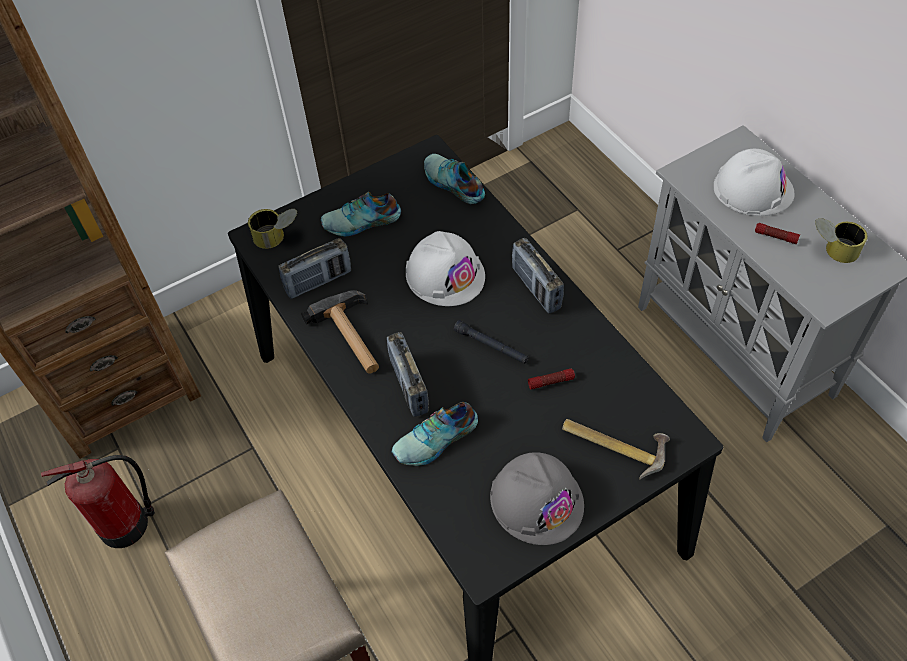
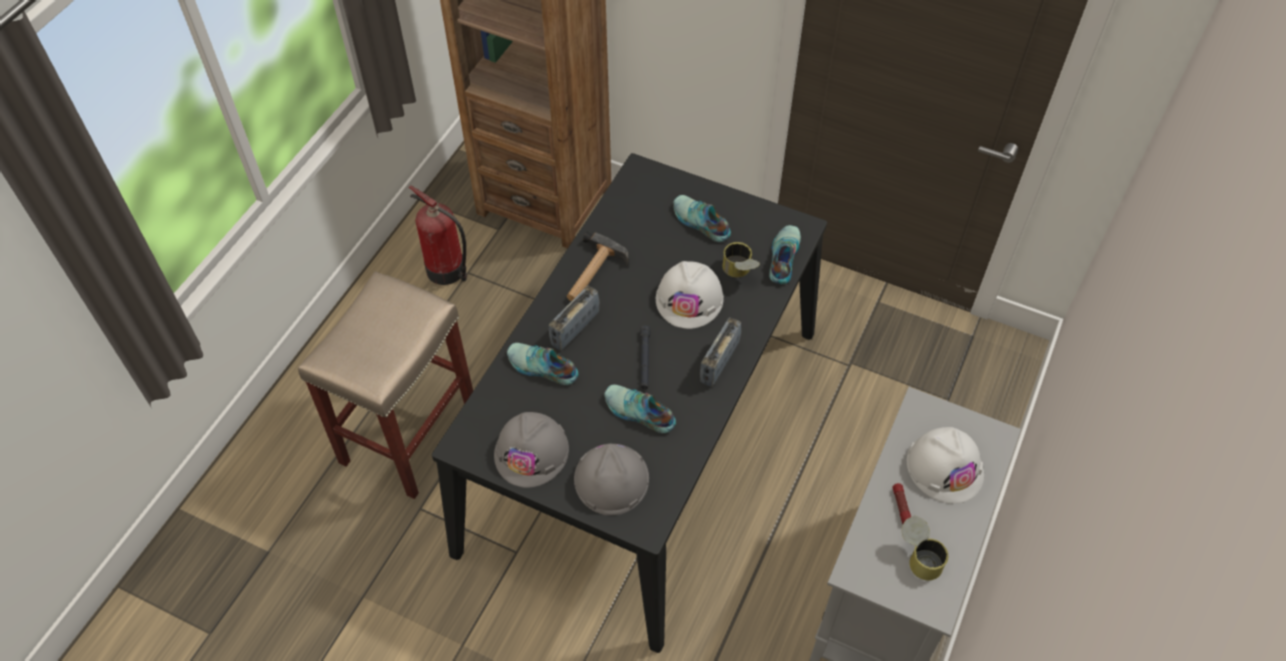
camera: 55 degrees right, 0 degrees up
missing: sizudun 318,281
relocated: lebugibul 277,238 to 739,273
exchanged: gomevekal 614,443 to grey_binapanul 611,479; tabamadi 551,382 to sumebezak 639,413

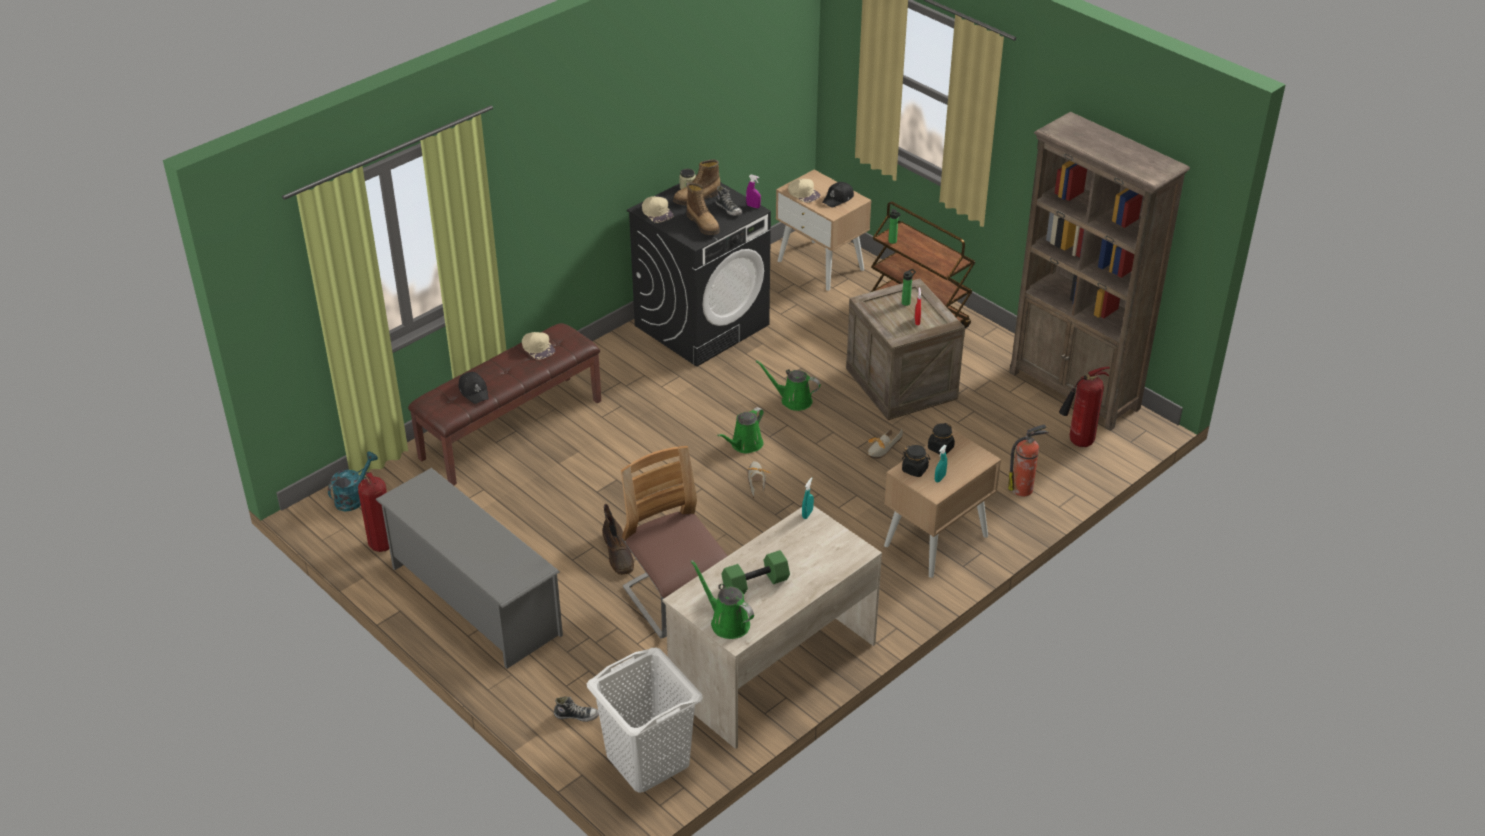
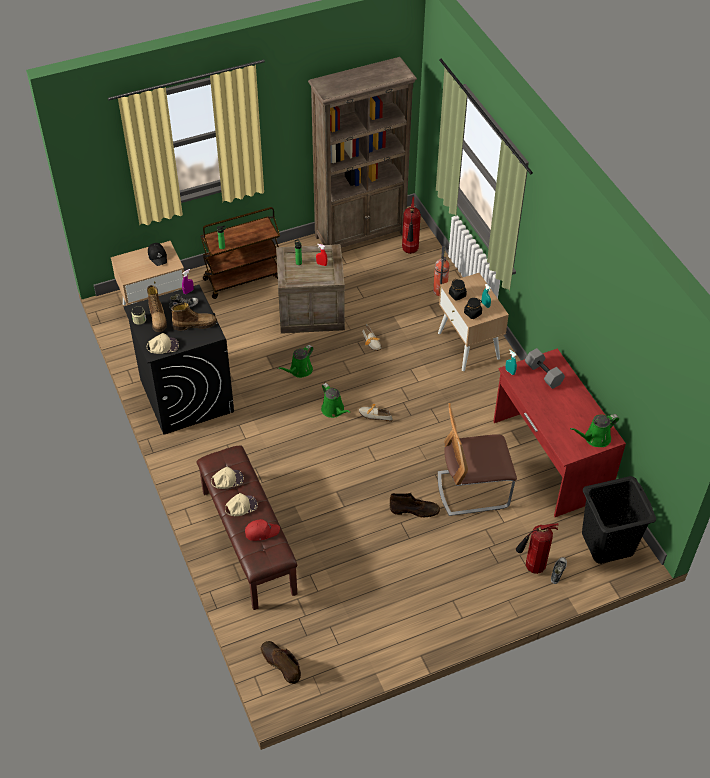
camera: 70 degrees left, 10 degrees up
missing: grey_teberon 474,600; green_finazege 755,585
appeared: grey_finazege 542,374
relocated: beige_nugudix 803,193 to 241,506; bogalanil 380,543 to 532,568
exchanged: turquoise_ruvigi 353,497 to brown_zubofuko 280,663
colour: black_nugudix 474,391 to red_nugudix 261,532; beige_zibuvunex 772,667 to red_zibuvunex 549,458; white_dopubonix 648,759 to black_dopubonix 607,543

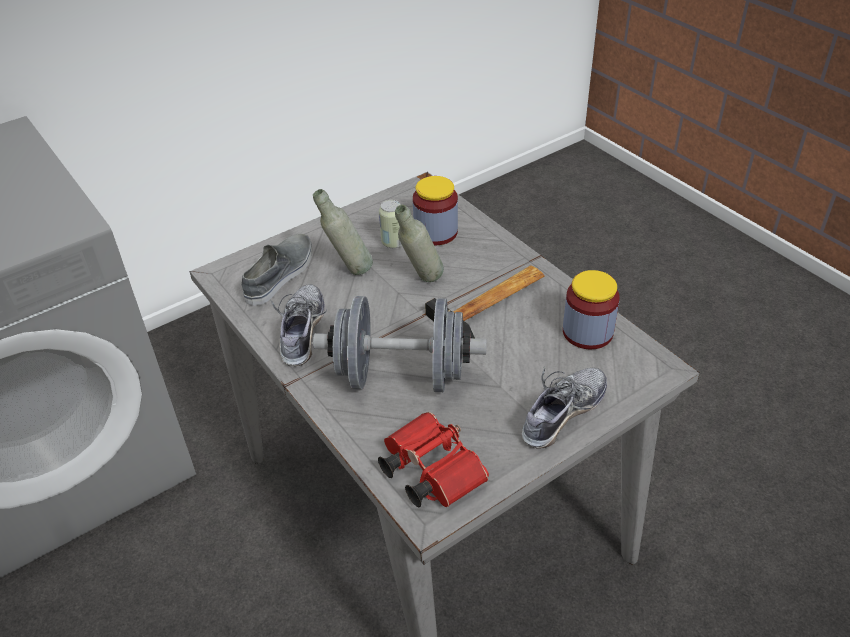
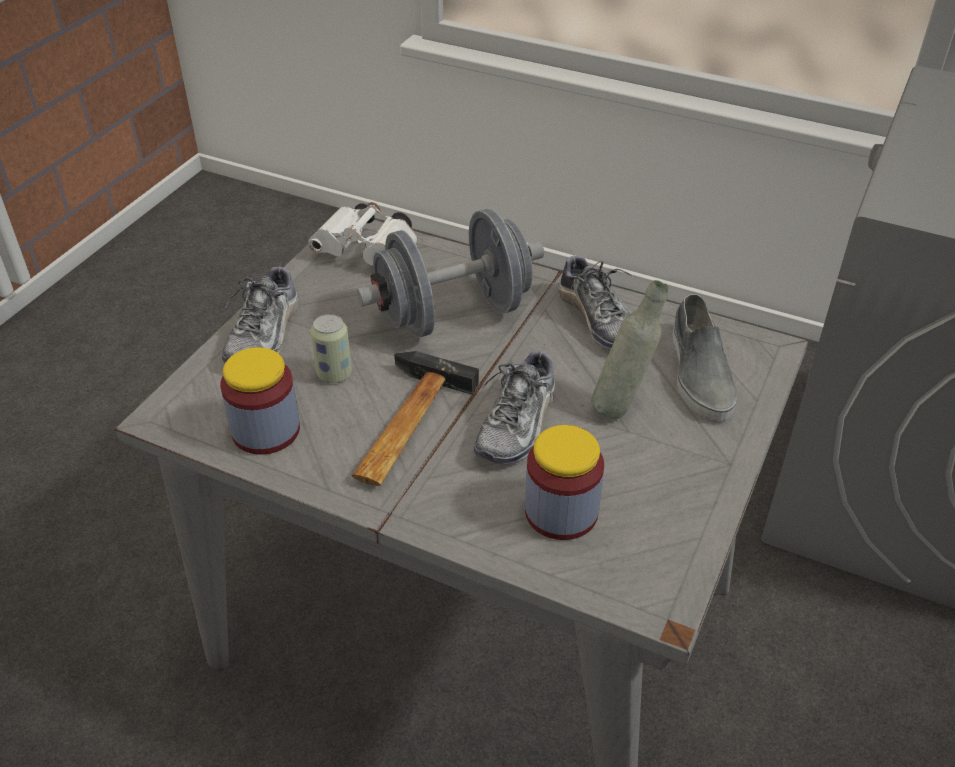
camera: 150 degrees right, 0 degrees up
relocated: lebugibul 393,243 to 334,374
exchanged: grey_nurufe 421,282 to sumebezak 517,424
colour: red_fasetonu 428,471 to white_fasetonu 370,253

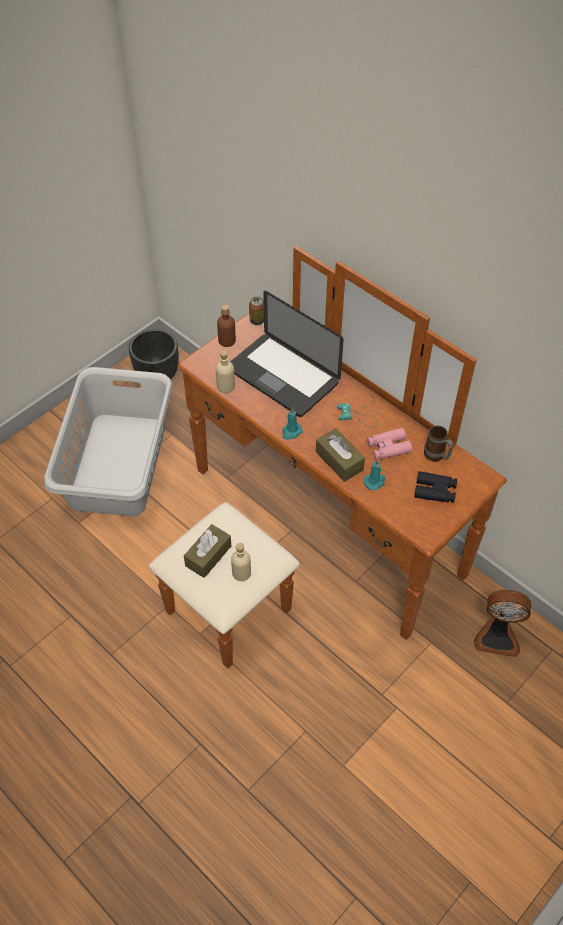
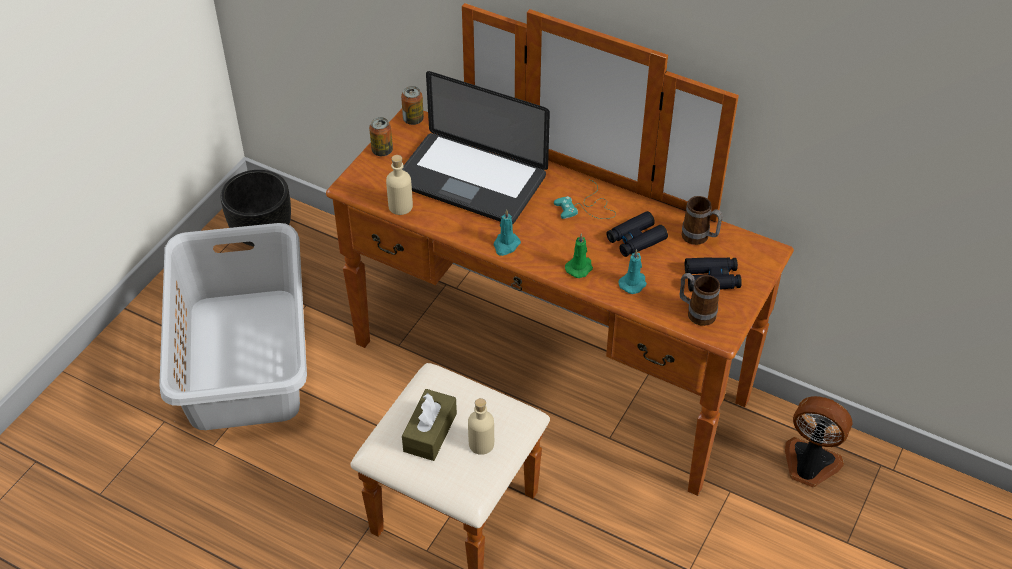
camera: 15 degrees left, 5 degrees down
appeared: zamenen 696,313
exchanged: brown_nurufe 227,341 to lebugibul 382,151; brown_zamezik 339,461 to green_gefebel 579,267
colour: pink_fasetonu 388,447 to black_fasetonu 635,240
spun: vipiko 497,636 = 809,465 150 degrees counterclockwise

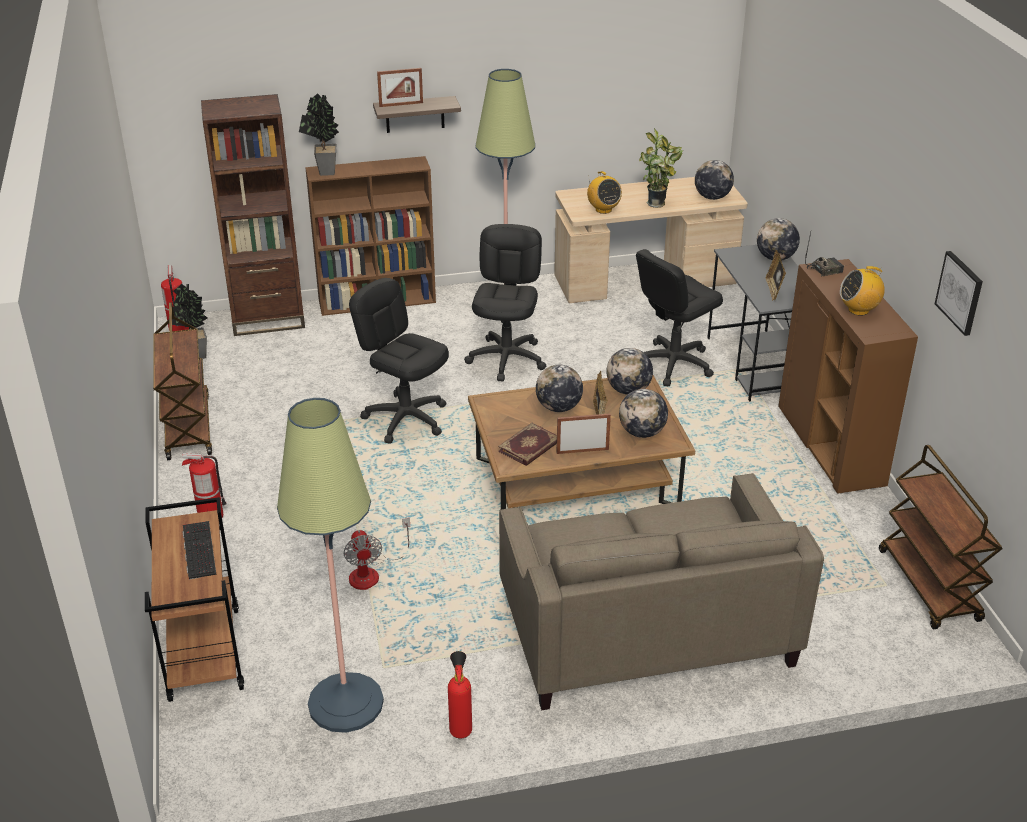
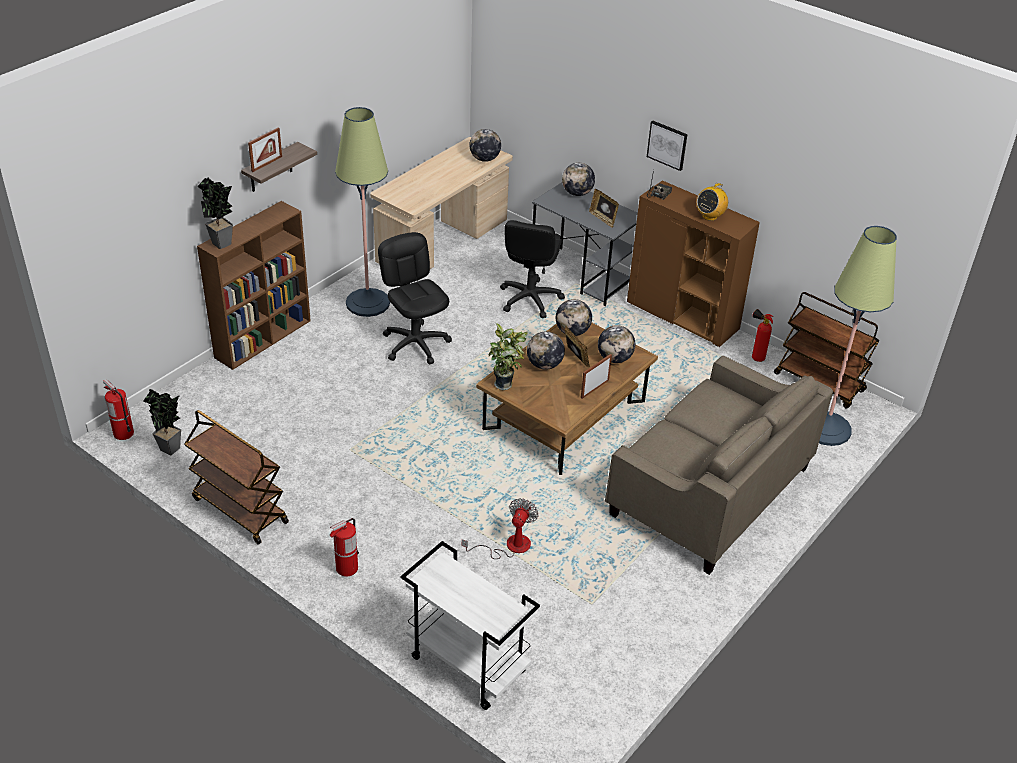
camera: 40 degrees left, 5 degrees up
missing: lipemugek 198,549; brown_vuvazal 268,319; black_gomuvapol 406,418; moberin 530,447; sizudun 603,209
relocated: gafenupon 658,204 to 505,384; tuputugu 960,292 to 667,145; bogalanil 460,727 to 755,357; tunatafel 346,703 to 826,429
colour: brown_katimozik 203,653 to white_katimozik 466,664
spun: vipiko 372,572 = 509,546 105 degrees counterclockwise

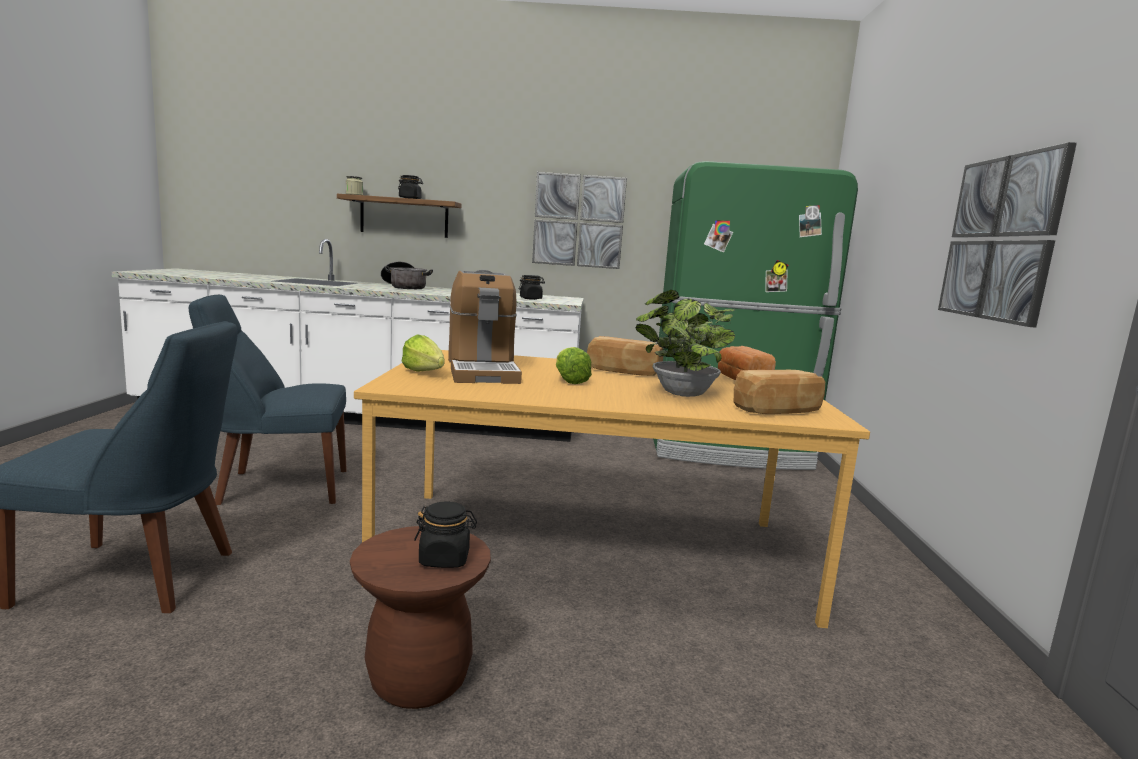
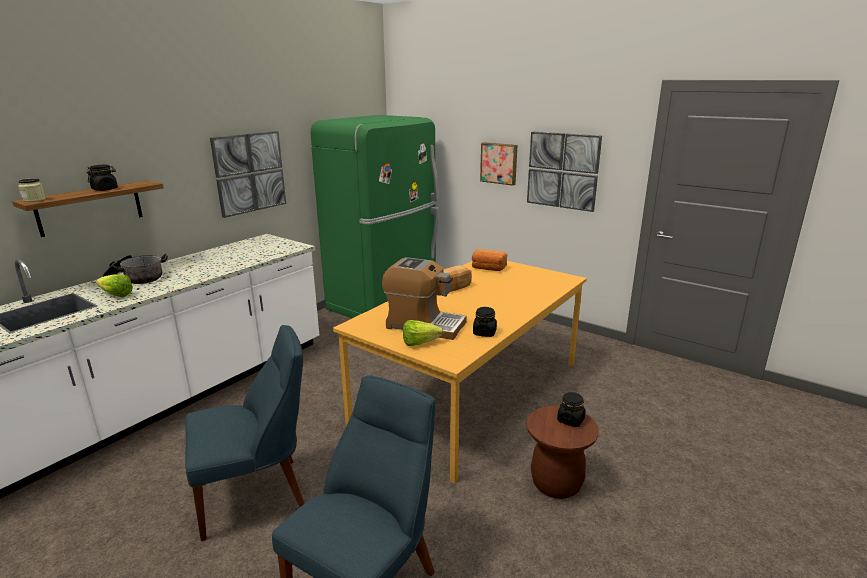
camera: 55 degrees left, 10 degrees up
missing: gafenupon 680,394; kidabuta 778,411
appeared: tuputugu 499,163
relocated: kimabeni 569,379 to 114,294; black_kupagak 531,299 to 484,333
spun: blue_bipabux 278,487 = 257,495 135 degrees counterclockwise

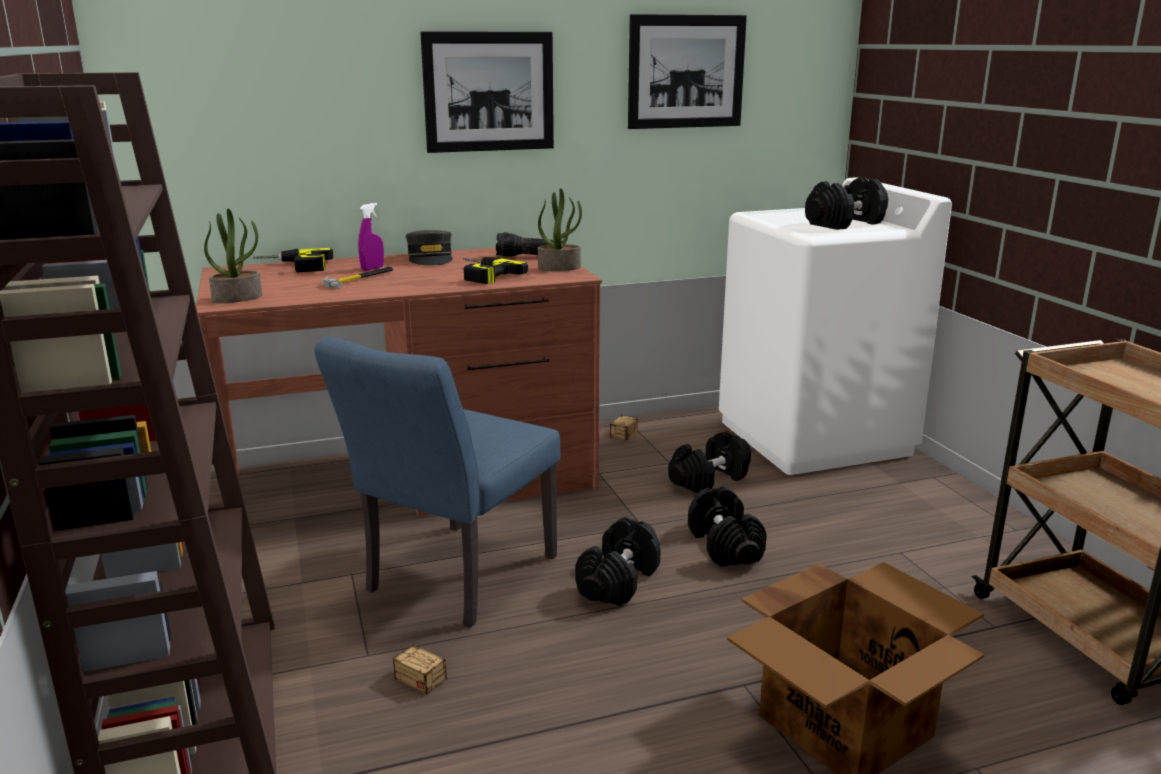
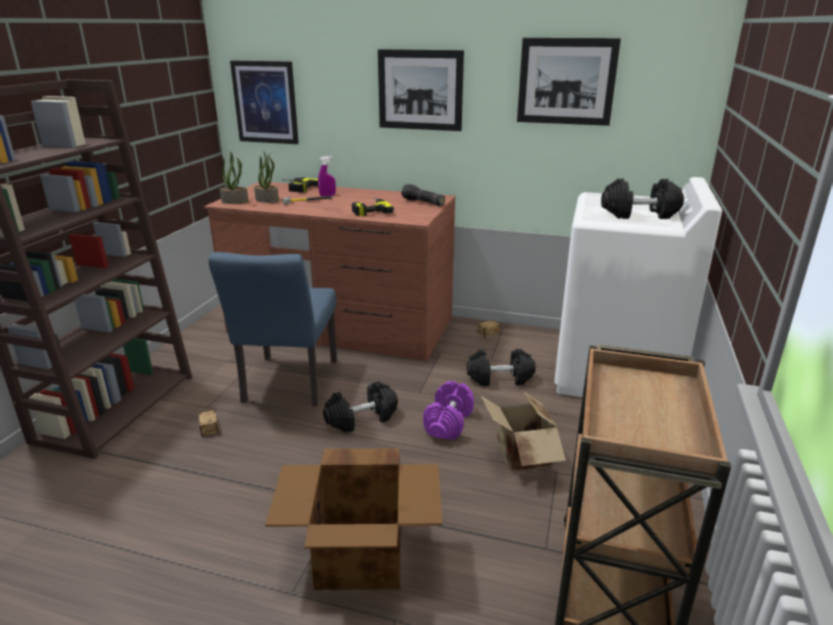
camera: 35 degrees right, 5 degrees up
missing: grey_nugudix 430,258
appeared: tuputugu 265,102; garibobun 519,457
relocated: gafenupon 559,268 to 267,200
colour: black_finazege 724,545 to purple_finazege 448,422
spun: blue_bipabux 453,580 = 287,385 60 degrees counterclockwise

